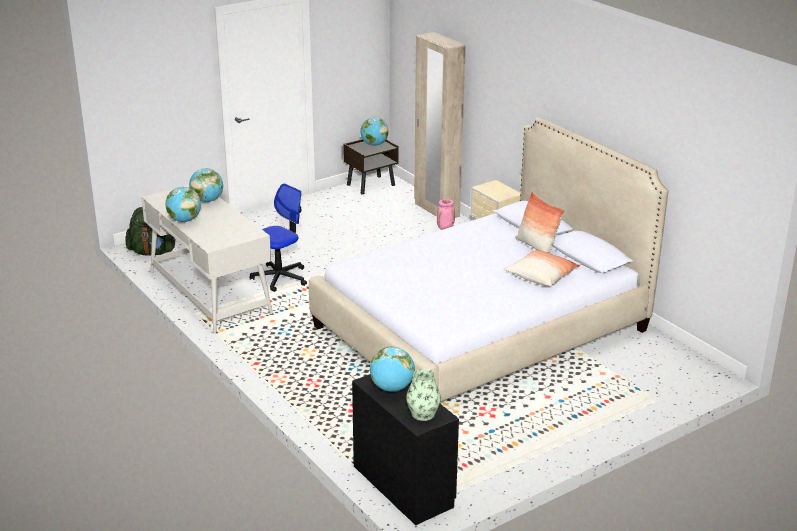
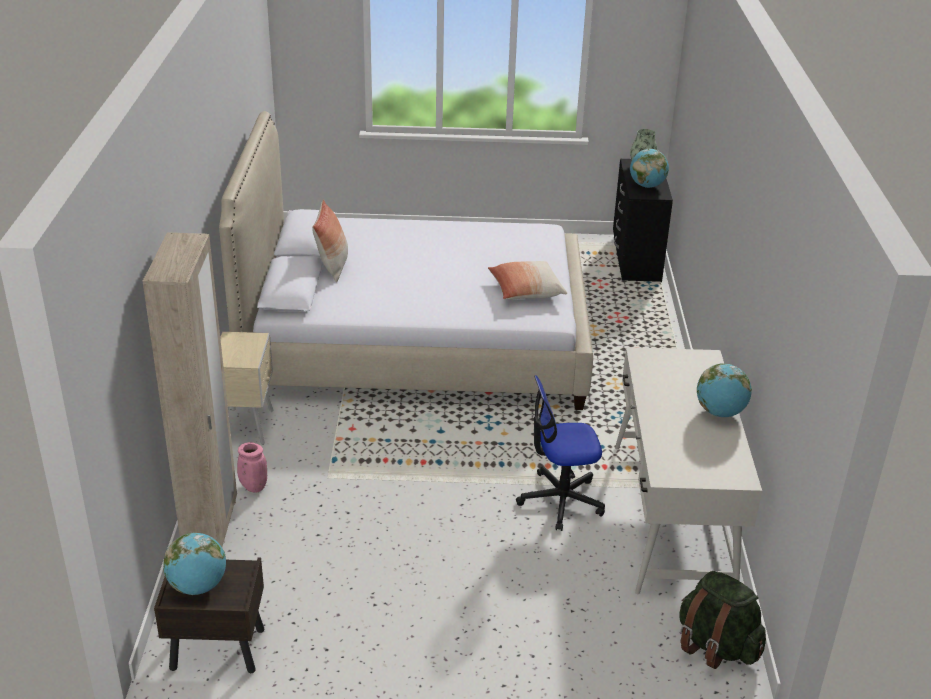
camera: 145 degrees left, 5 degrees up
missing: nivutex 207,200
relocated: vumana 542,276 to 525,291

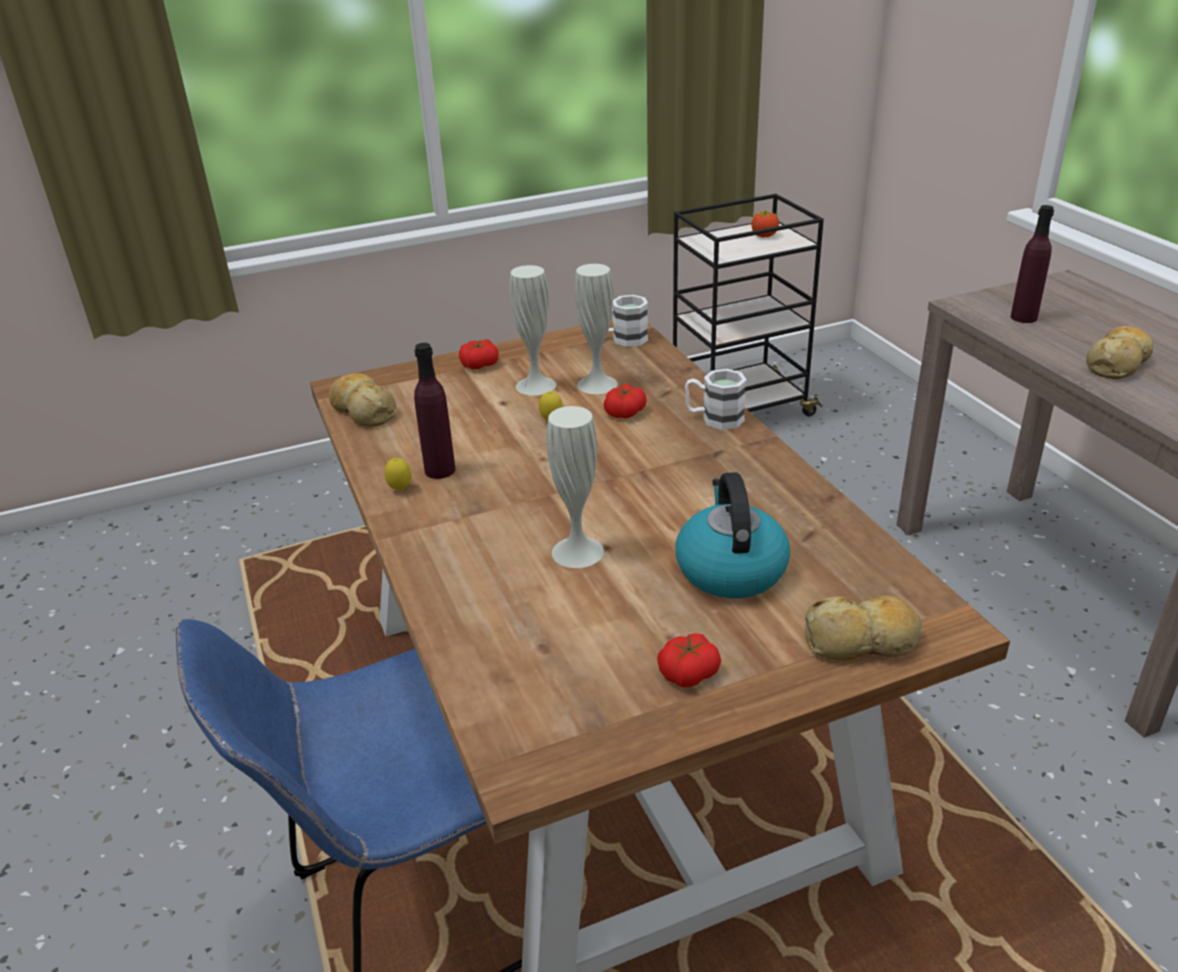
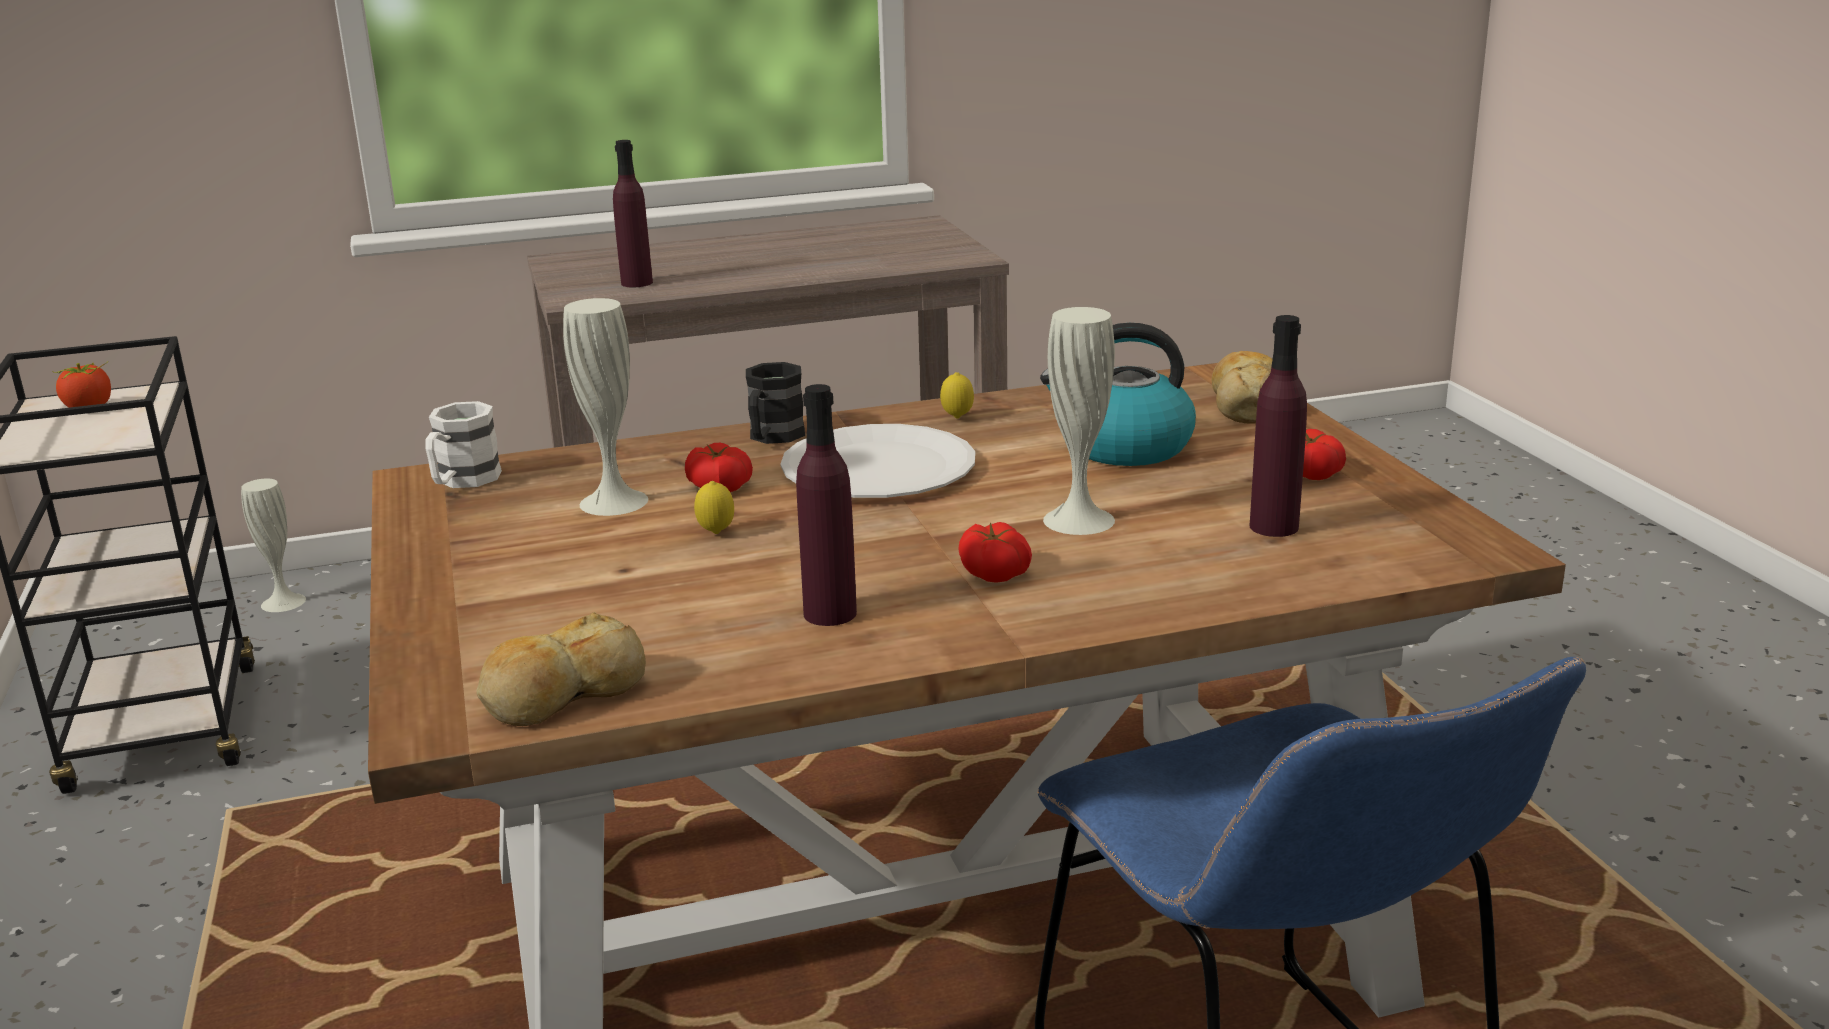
camera: 85 degrees left, 10 degrees down
missing: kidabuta 1117,363
appeared: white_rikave 879,468; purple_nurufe 1274,526
relocated: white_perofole 535,385 to 283,602; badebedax 400,490 to 957,418; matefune 479,364 to 994,572
colour: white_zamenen 714,418 to black_zamenen 772,438

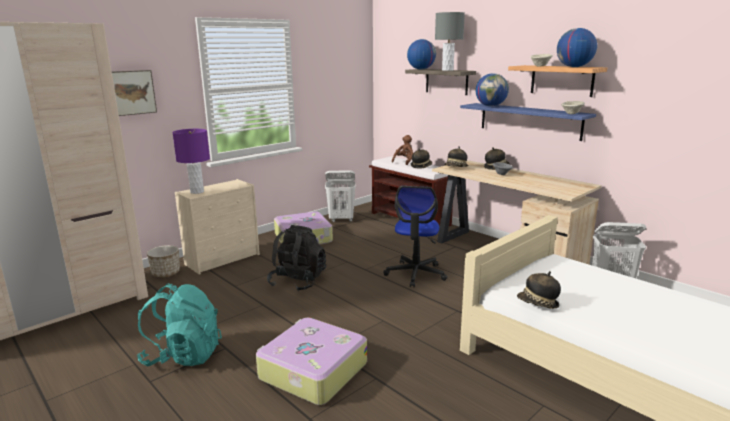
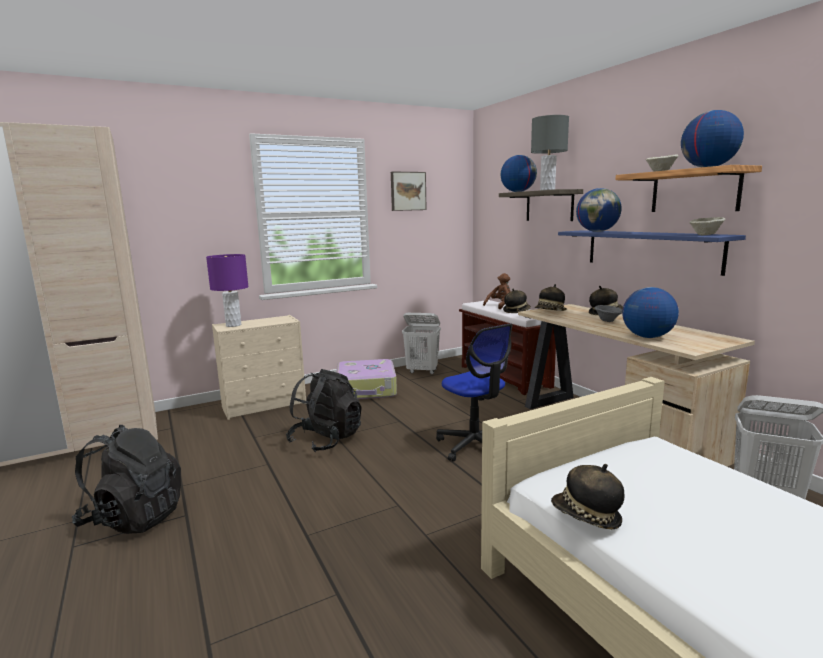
camera: 15 degrees right, 5 degrees down
missing: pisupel 166,273; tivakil 312,371
appeared: nivutex 647,337
relocated: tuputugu 131,92 to 407,191
colour: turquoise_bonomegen 183,356 to black_bonomegen 134,518
spun: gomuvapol 415,274 = 475,445 60 degrees counterclockwise

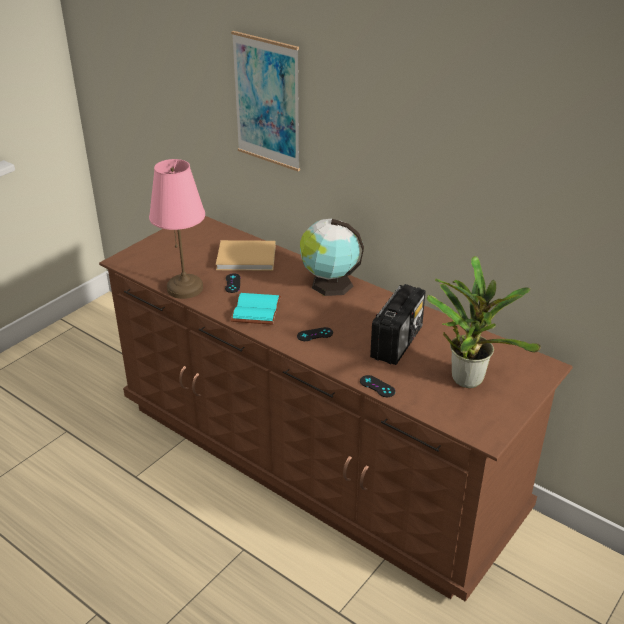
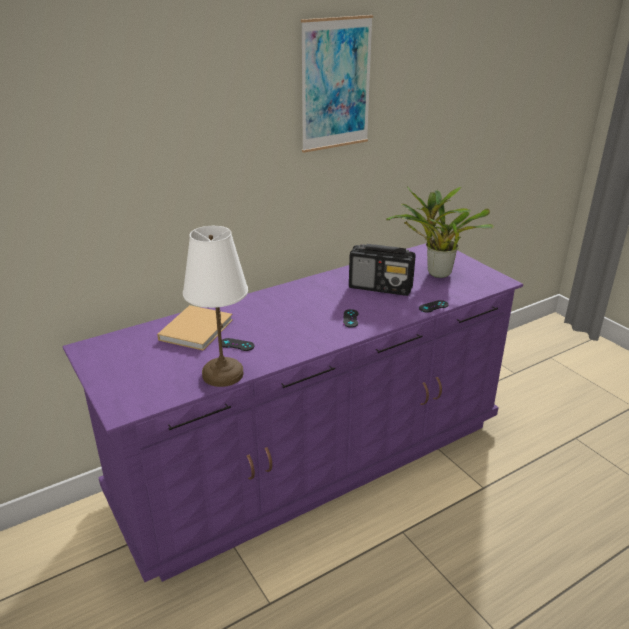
camera: 70 degrees left, 5 degrees down
missing: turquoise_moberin 255,309; nivutex 329,284
relocated: tuputugu 267,101 to 336,84
colour: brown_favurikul 313,458 to purple_favurikul 313,459; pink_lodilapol 185,288 to white_lodilapol 222,374
spun: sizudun 397,342 = 381,287 150 degrees clockwise

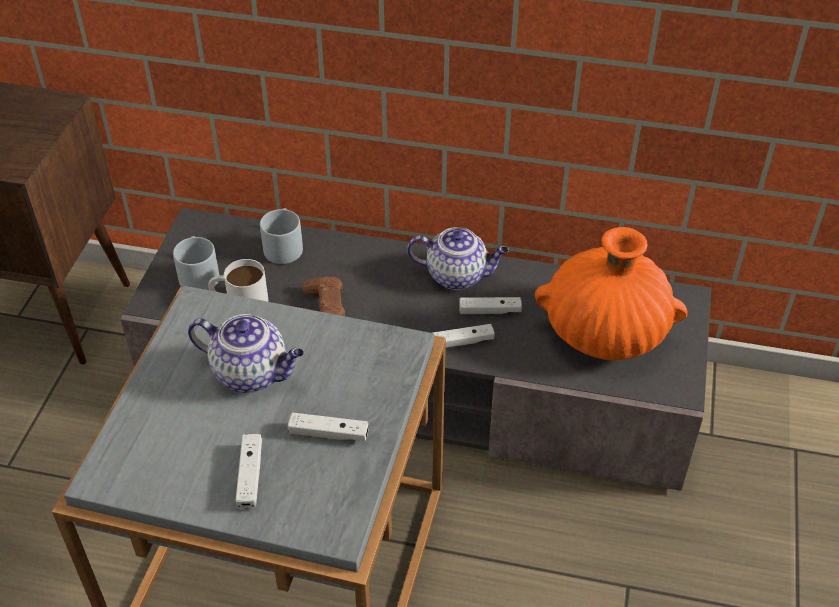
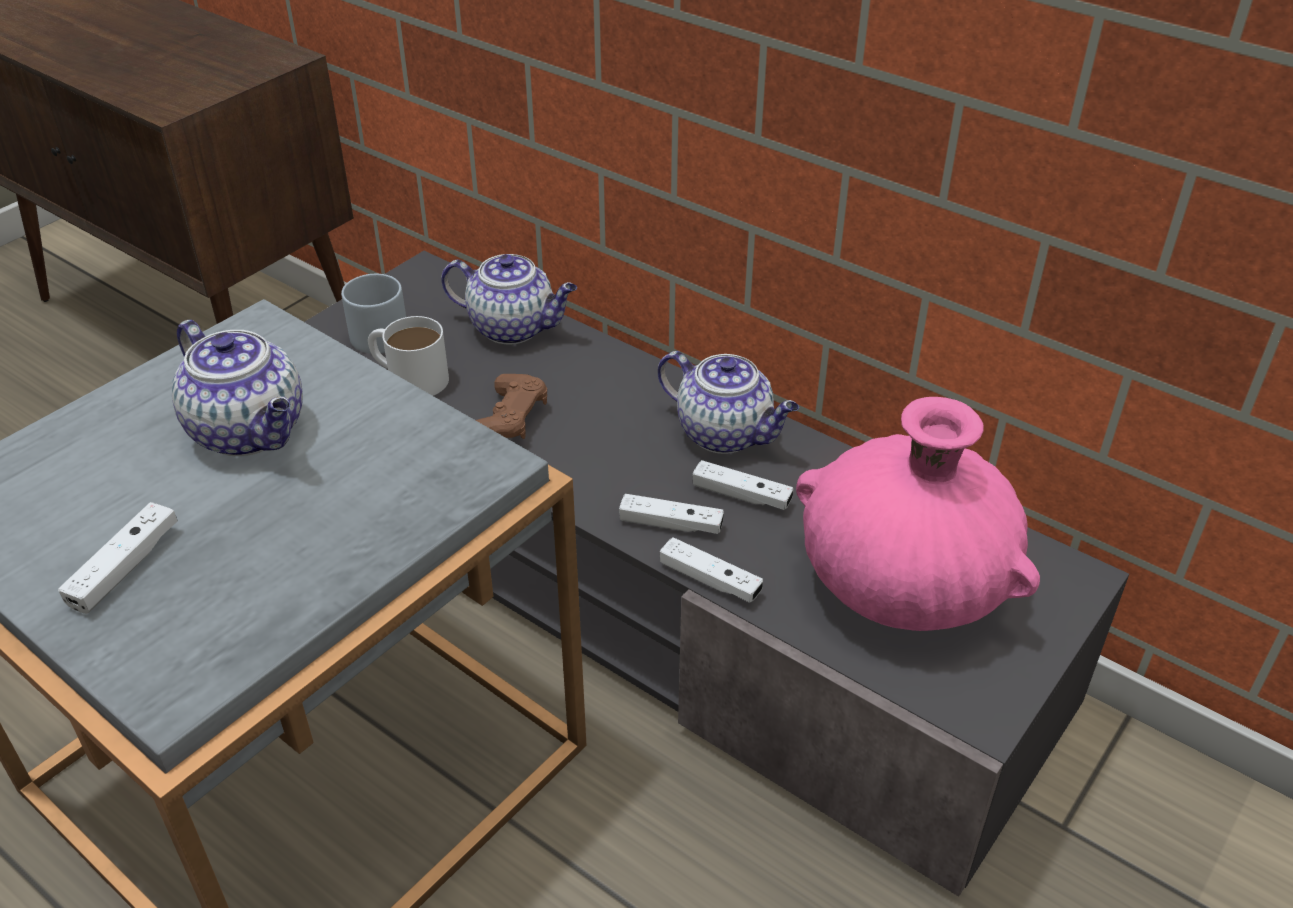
camera: 25 degrees right, 5 degrees down
relocated: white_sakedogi 328,433 to 710,580
exchanged: grey_zamenen 283,245 to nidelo 514,328
colour: orange_perofole 605,333 to pink_perofole 904,584

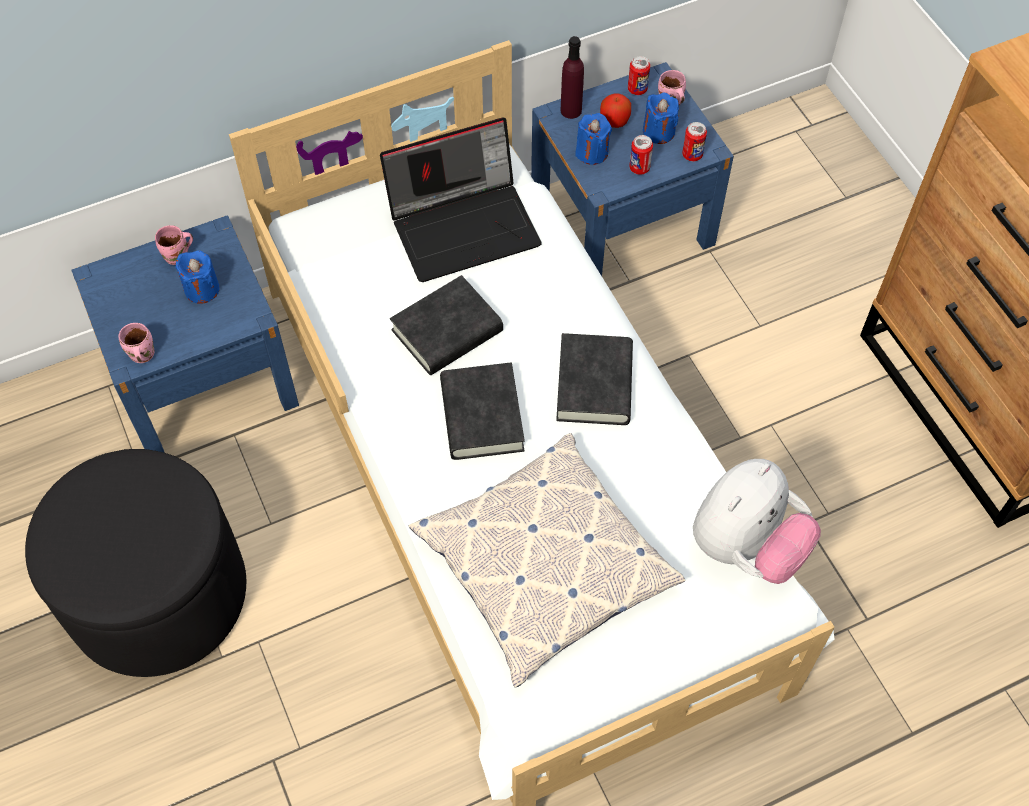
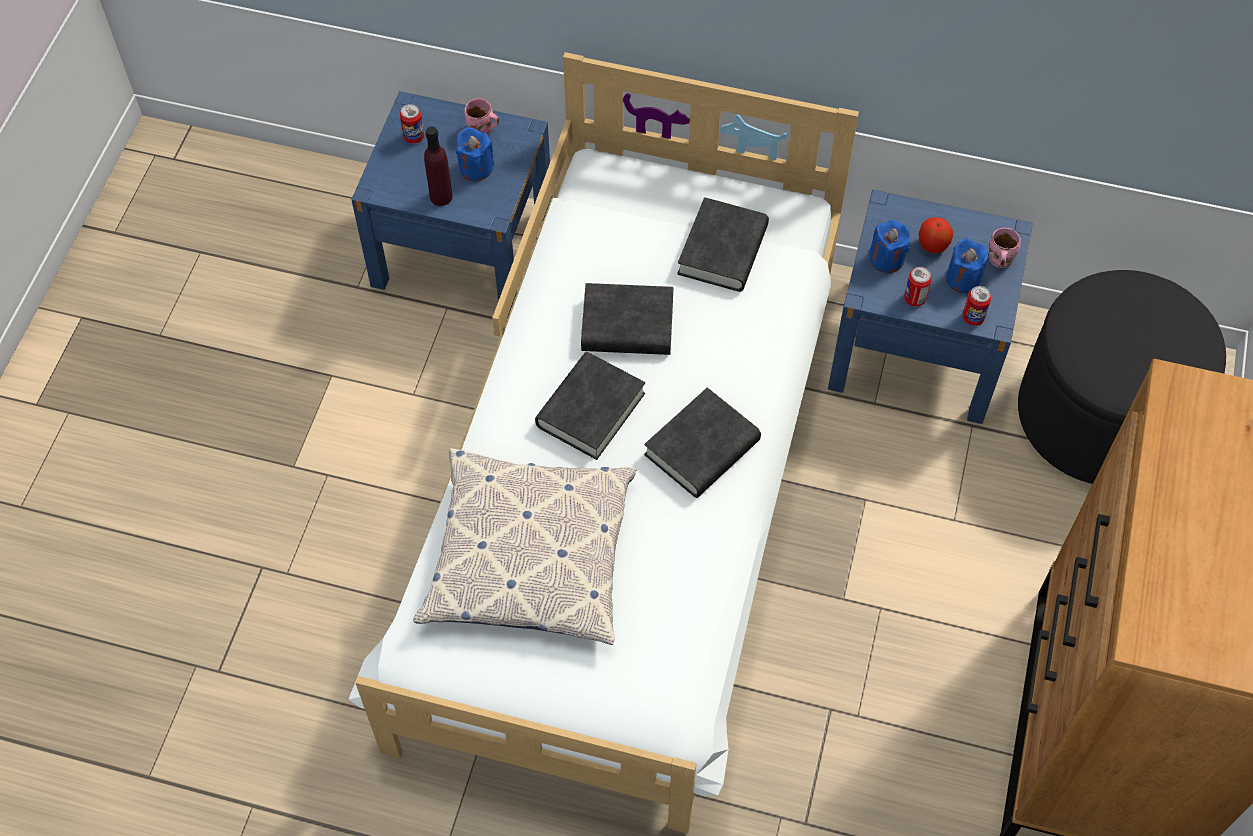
camera: 40 degrees right, 0 degrees up
missing: pink_zamenen 140,355; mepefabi 746,546
relocated: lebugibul 637,89 to 414,137; purple_nurufe 571,110 to 441,196; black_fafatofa 158,594 to 1101,416
exchanged: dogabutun 465,225 to black_moberin 722,250

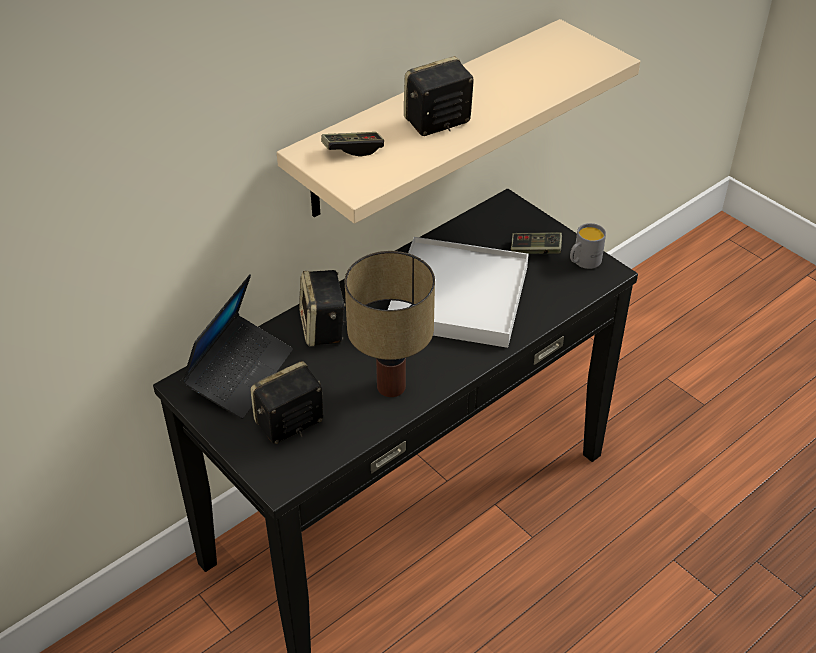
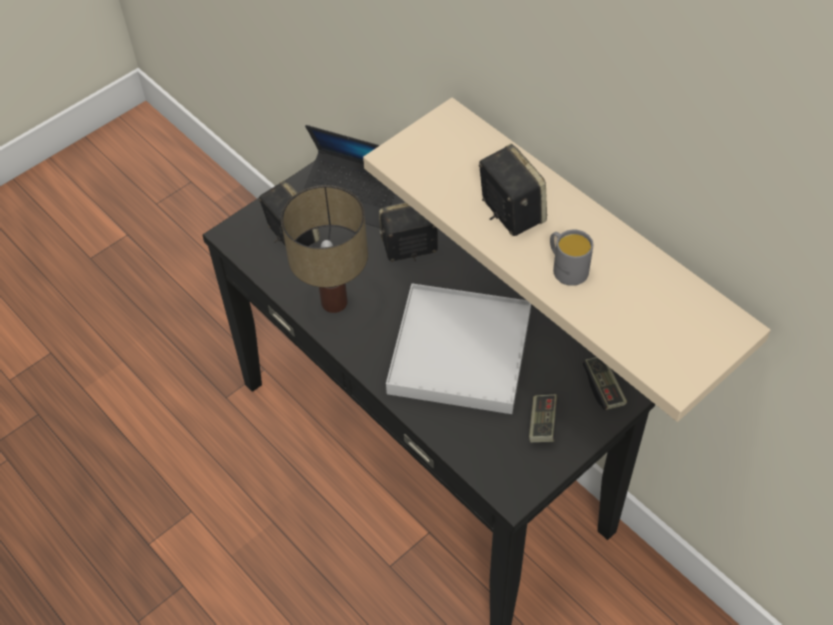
camera: 90 degrees right, 10 degrees up
relocated: grey_zamenen 583,262 to 566,268; sakedogi 353,149 to 603,388

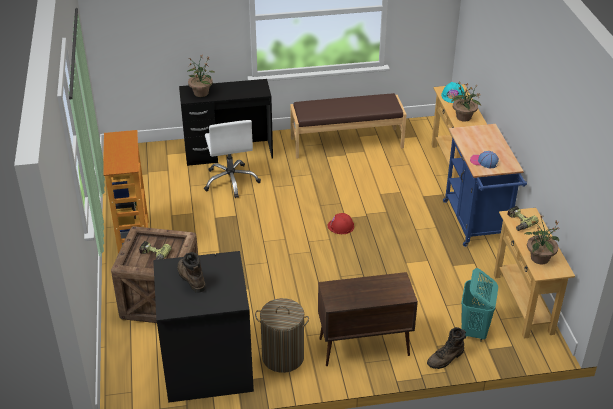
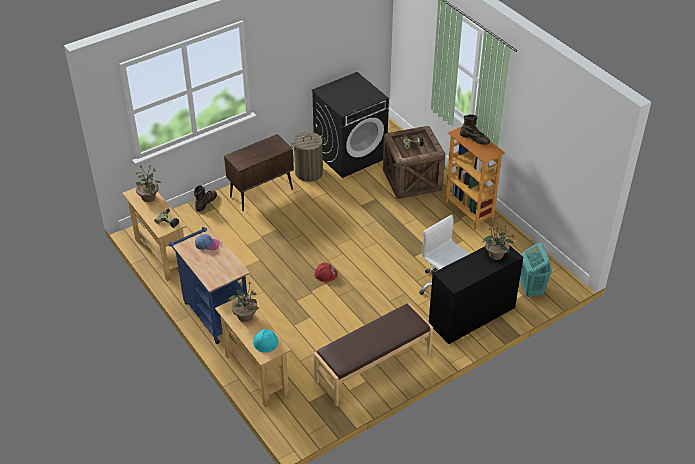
camera: 155 degrees right, 5 degrees up
relocated: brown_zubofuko 191,278 to 475,139; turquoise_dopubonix 474,330 to 531,289

